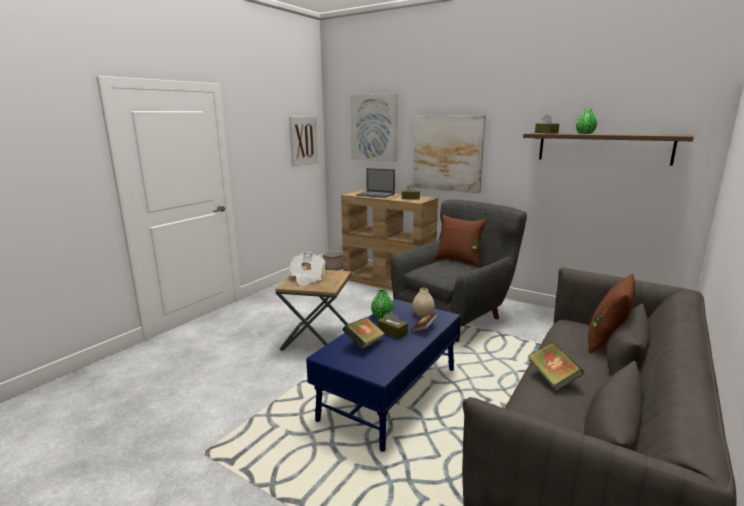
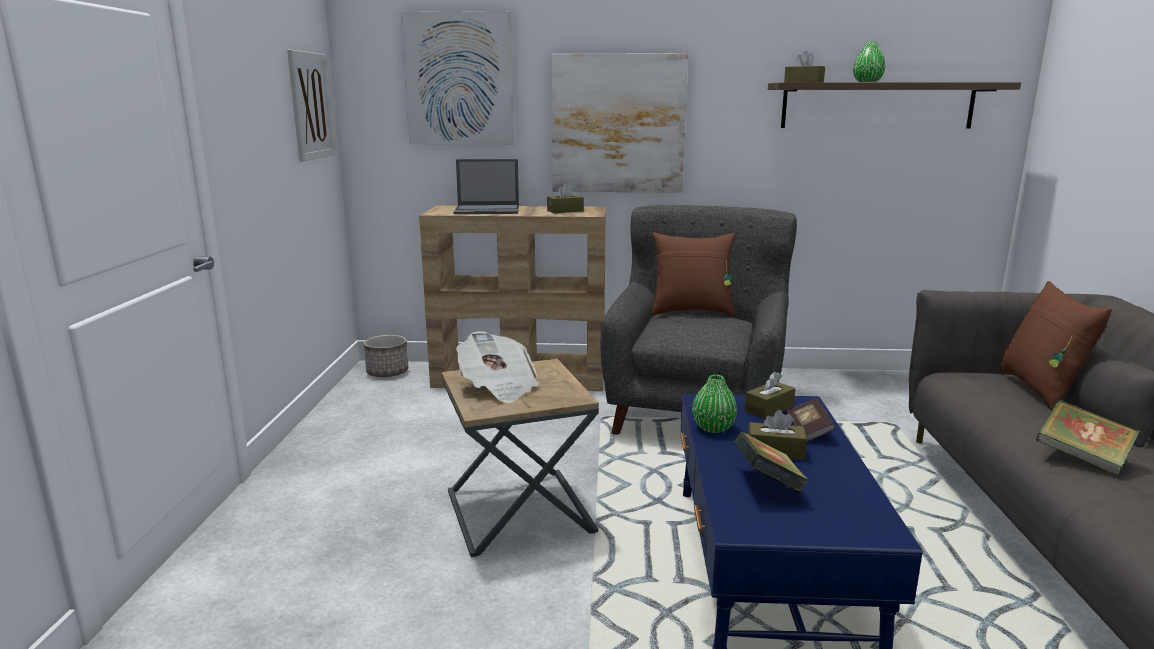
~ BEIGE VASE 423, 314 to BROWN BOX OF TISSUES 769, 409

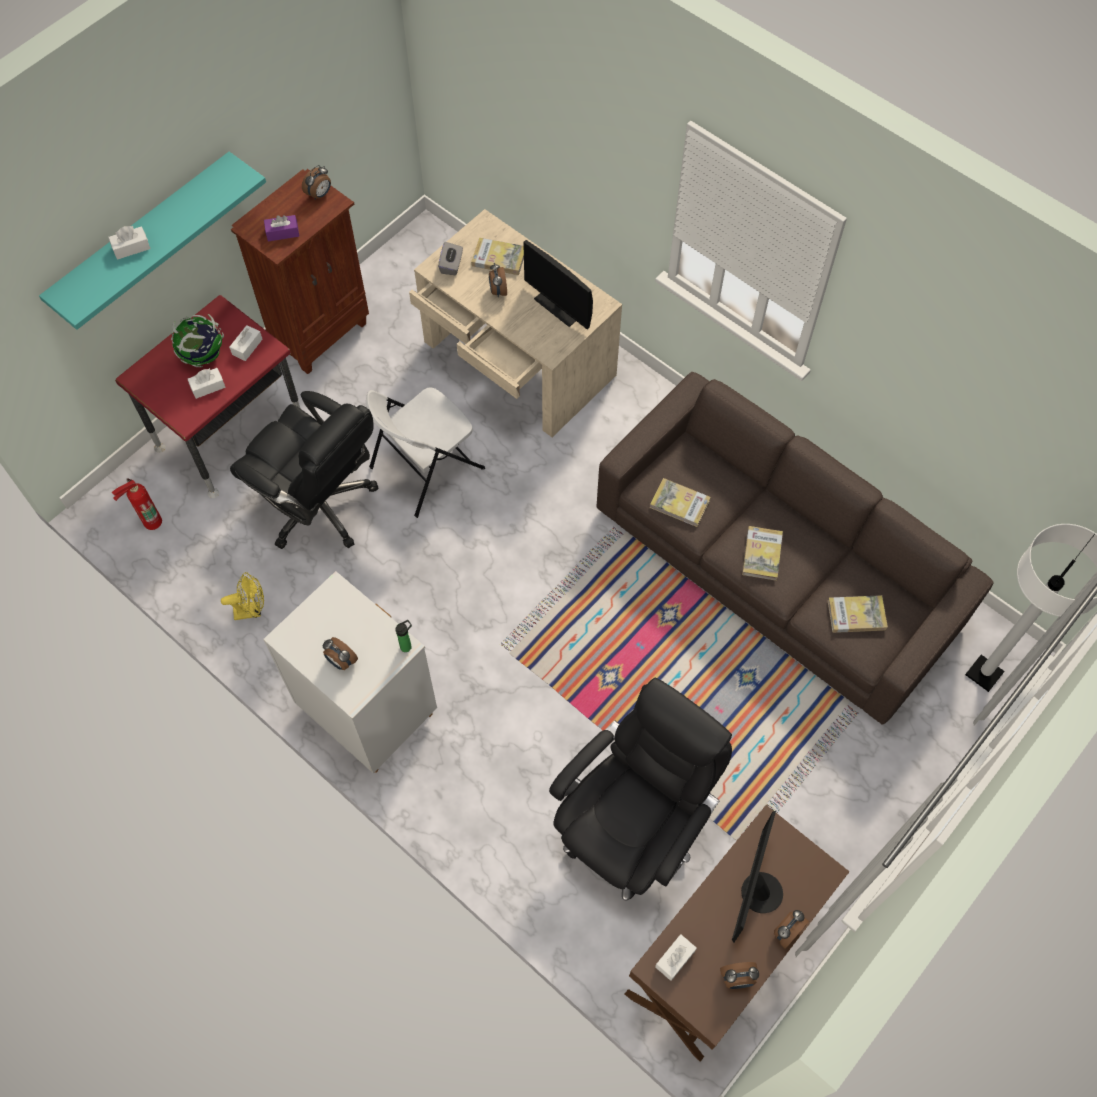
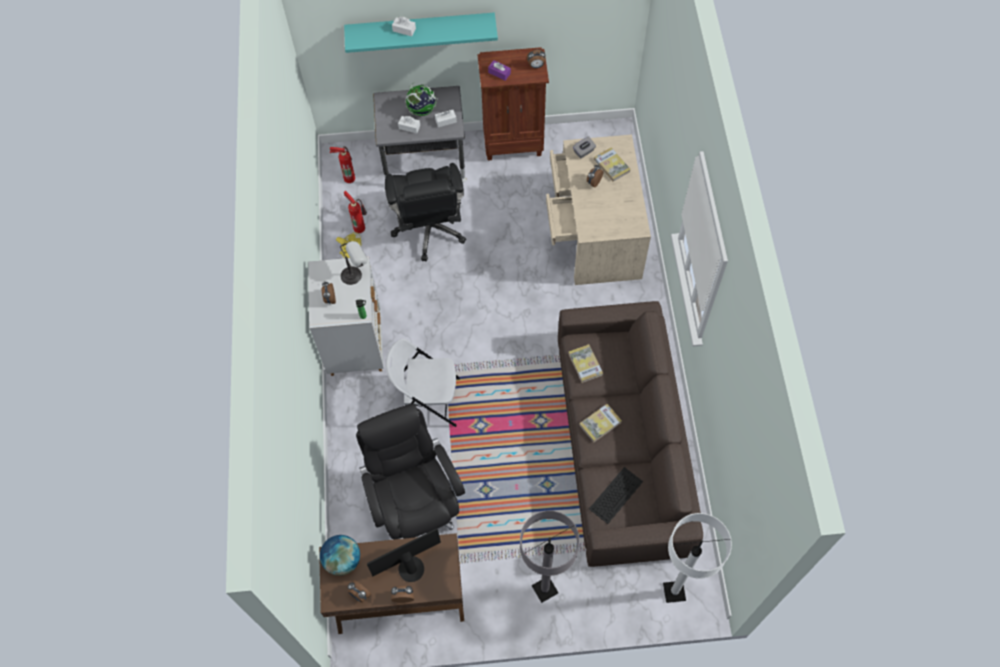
- COMPUTER SCREEN 559, 306
~ RED DESK 230, 431 to GRAY DESK 424, 161
~ WHITISH UPRIGHT CHAIR 426, 467 to 427, 400
~ BOOK 856, 615 to COMPUTER KEYBOARD 616, 494
~ BLACK DESK CHAIR 631, 830 = 416, 504 105 degrees counterclockwise
~ WHITISH BOX OF TISSUES 675, 959 to GLOBE 343, 560
+ EXTINGUISHER 359, 227
+ TABLETOP LAMP 355, 273
+ GRAY FLOOR LAMP 545, 589

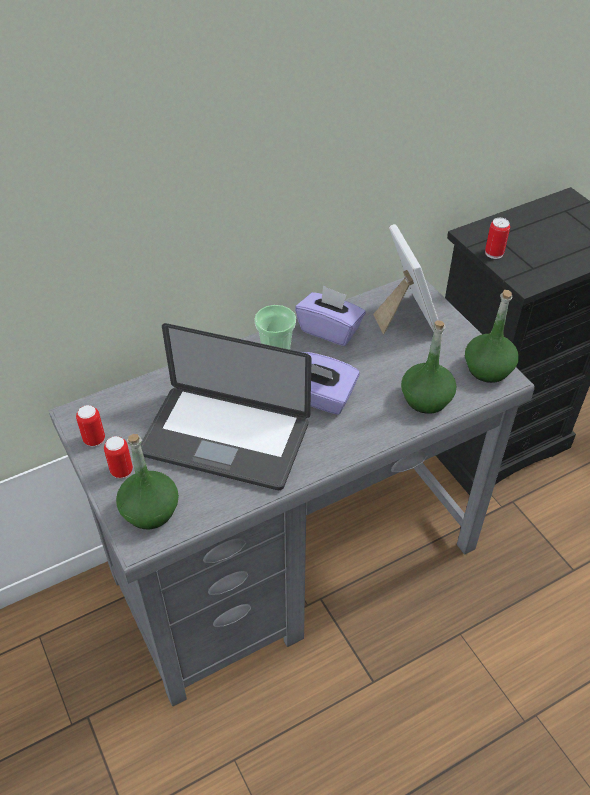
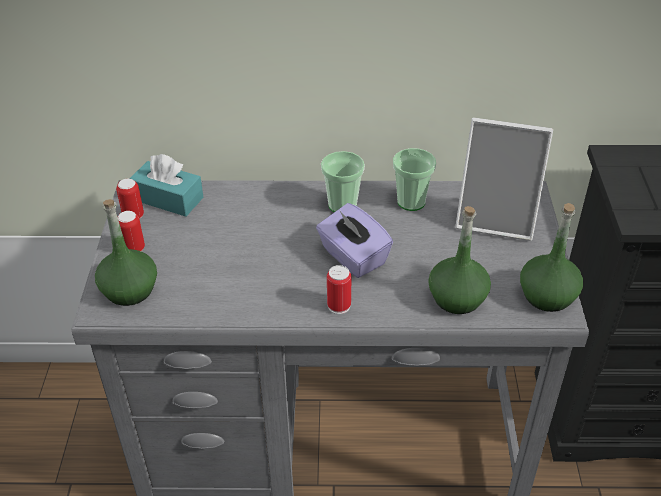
~ CAN 494, 253 to 339, 305
~ PICTURE FRAME 406, 319 = 497, 218 90 degrees clockwise
~ PURPLE BOX OF TISSUES 330, 330 to CUP 411, 202
- PORTABLE COMPUTER 225, 439
+ TURQUOISE-COLOURED BOX OF TISSUES 168, 199

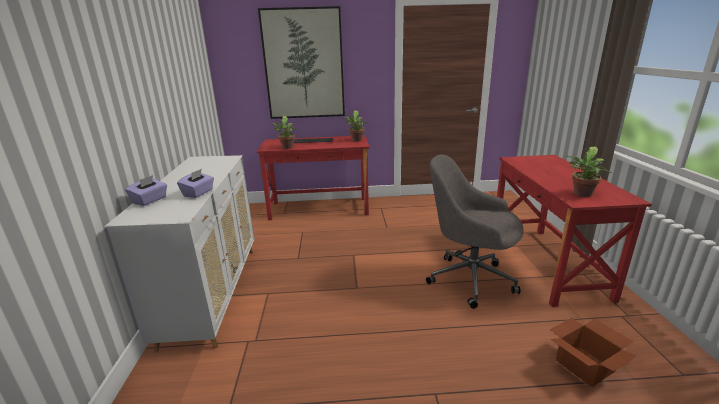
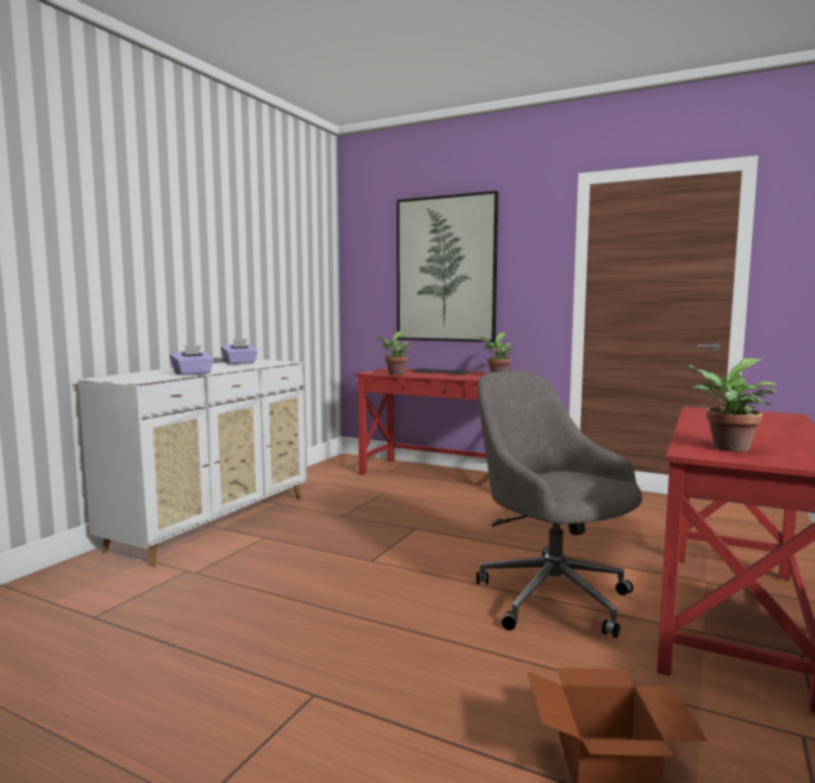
~ PURPLE BOX OF TISSUES 150, 200 to 240, 363

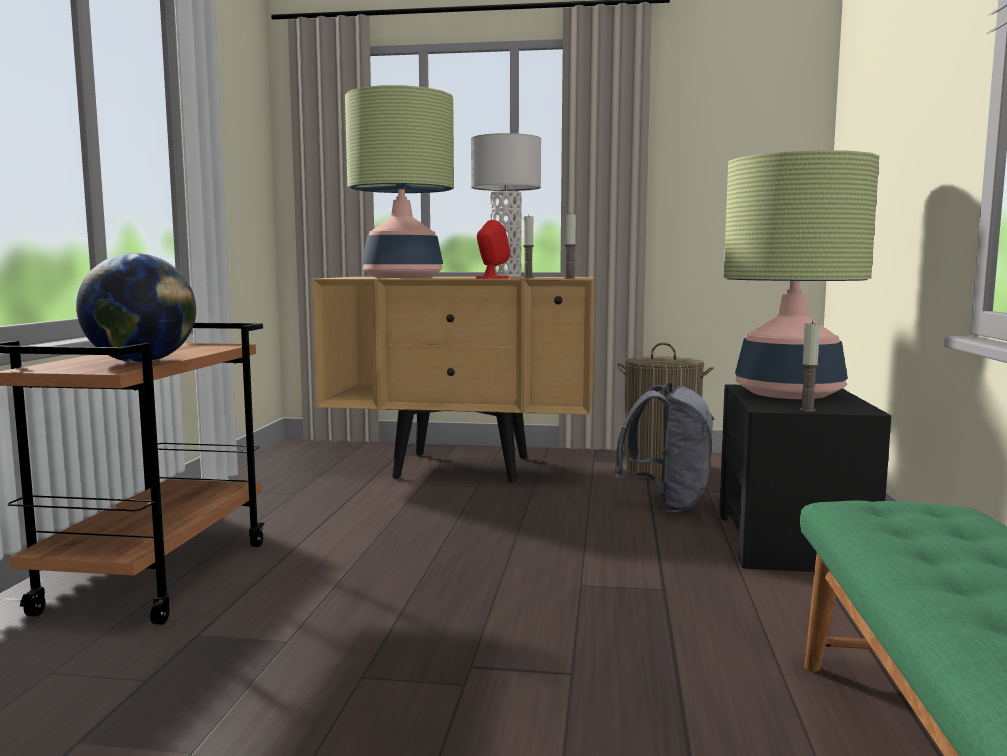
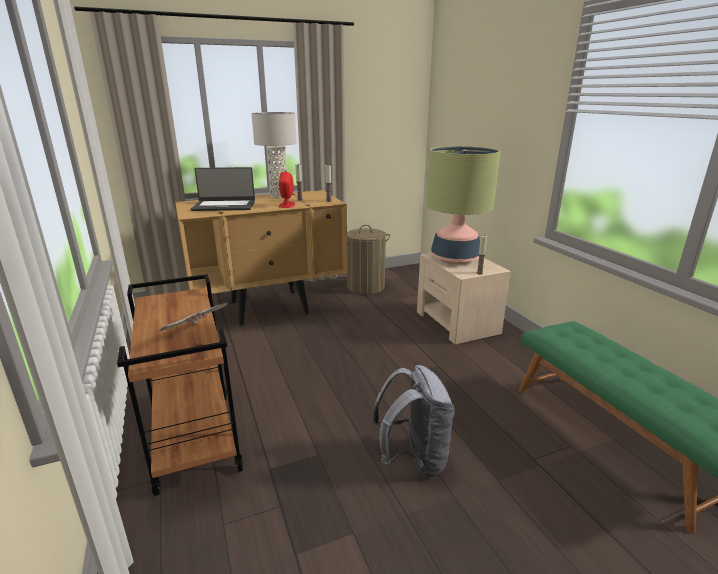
~ TABLETOP LAMP 403, 277 to PORTABLE COMPUTER 224, 206
~ GLOBE 140, 362 to PRINTED PAPER 196, 334
~ GRAY BACKPACK 667, 504 to 413, 459
~ BLACK BEDSIDE TABLE 791, 541 to BEIGE BEDSIDE TABLE 457, 322

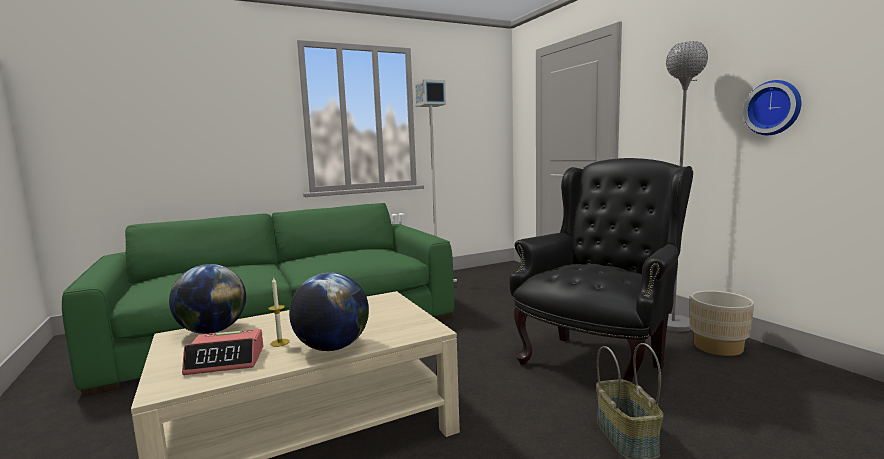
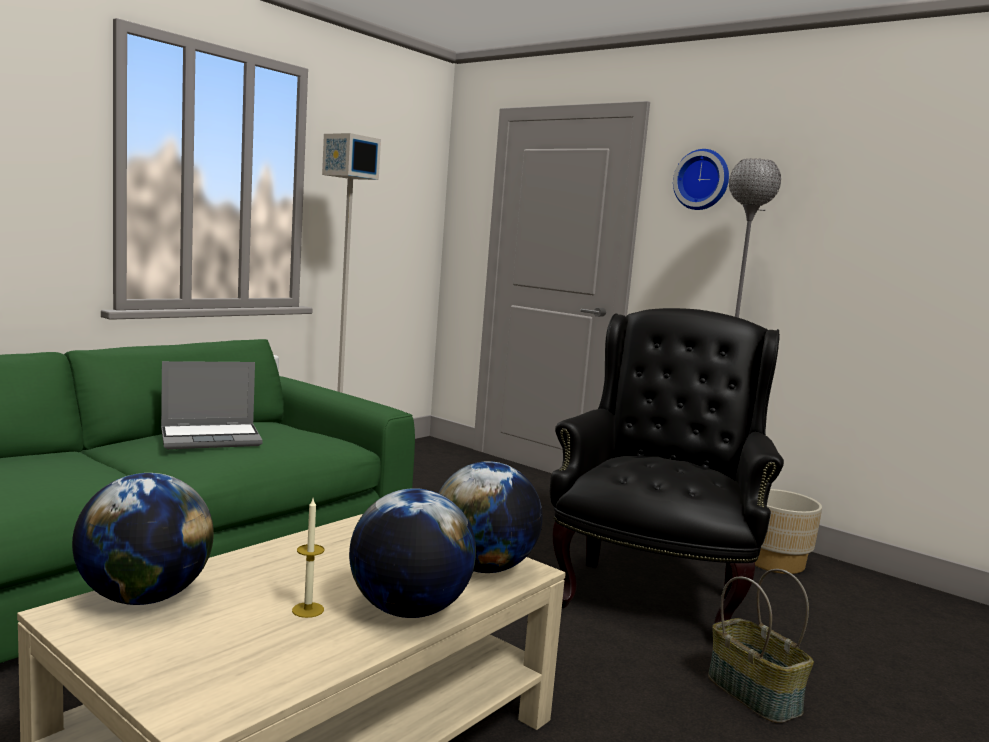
~ HANGING CLOCK 773, 108 to 702, 180
- ALARM CLOCK 226, 361
+ PORTABLE COMPUTER 212, 438
+ GLOBE 483, 568

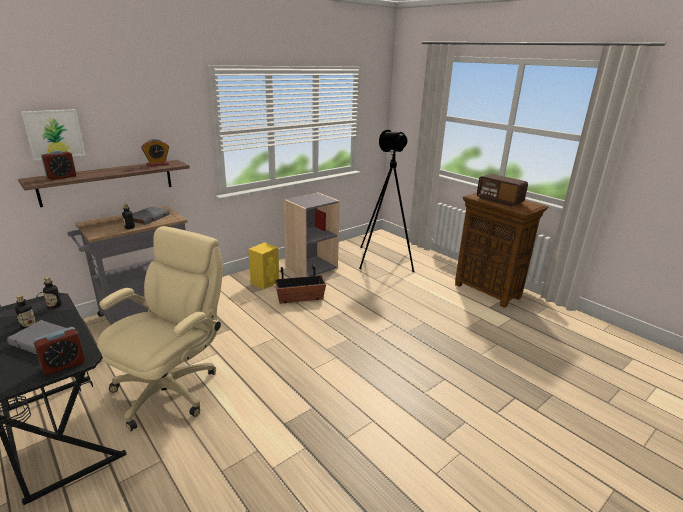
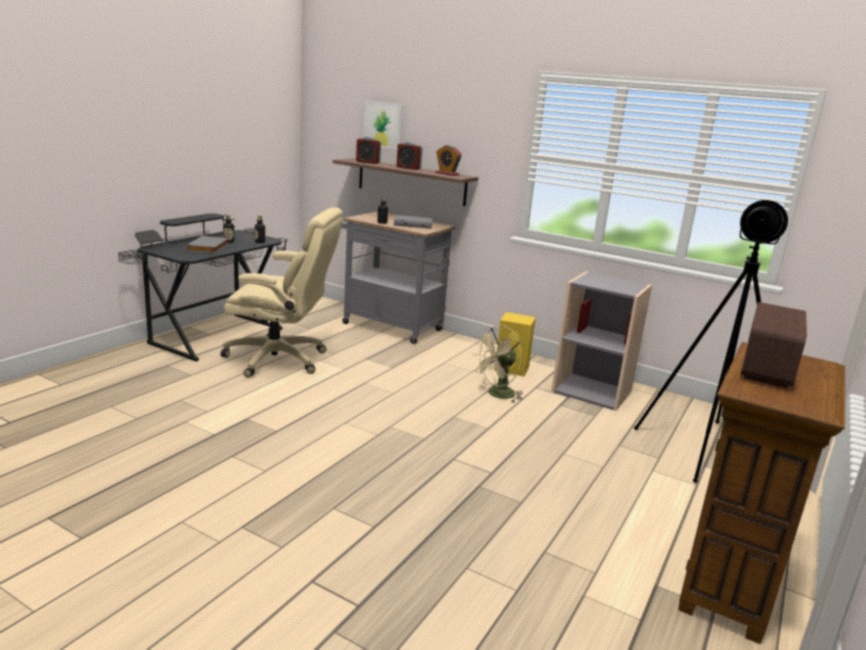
~ PLANT POT 300, 297 to BEIGE ELECTRIC FAN 496, 395
~ ALARM CLOCK 64, 365 to 408, 168

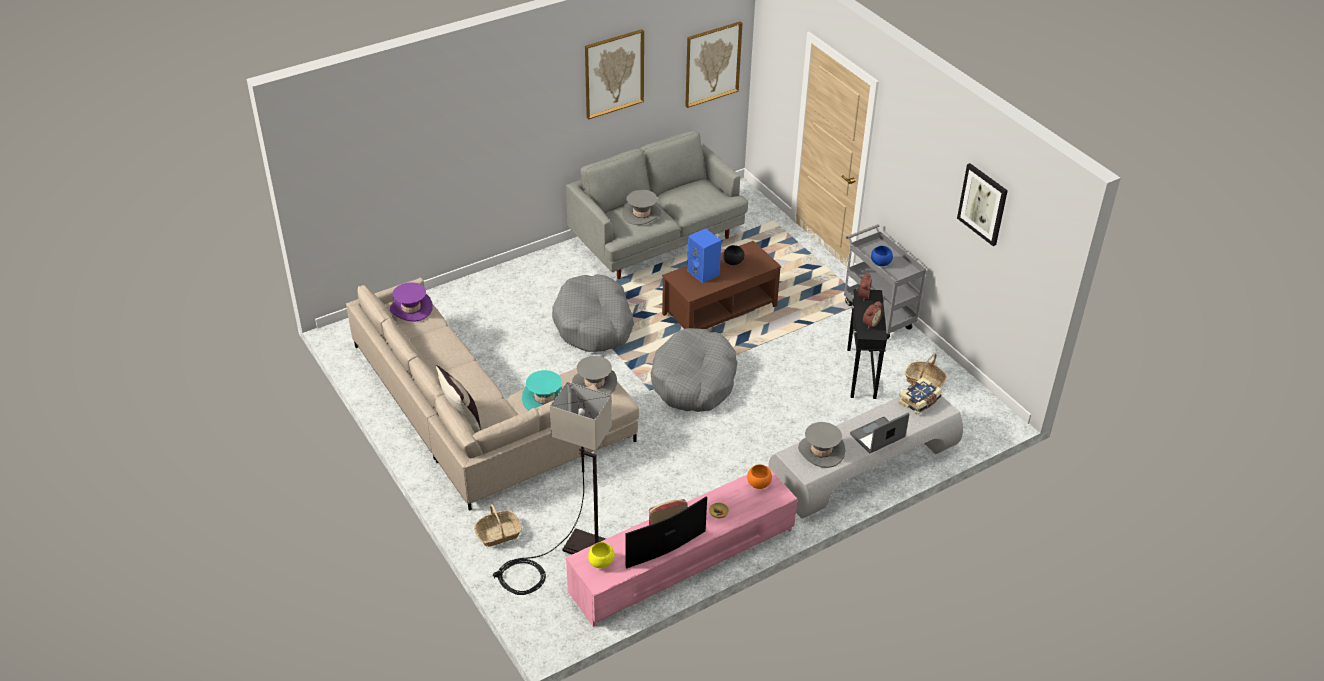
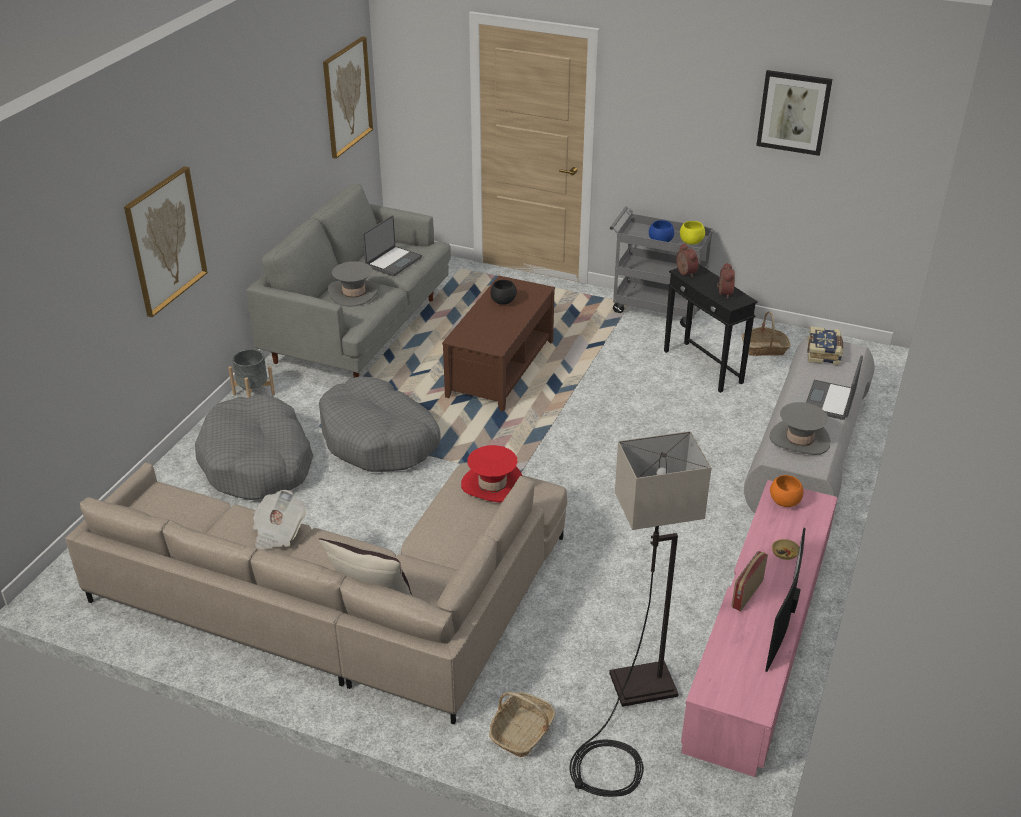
~ PICTURE 614, 73 to 165, 241
- BLUE-COLOURED SPEAKER 704, 273
- PURPLE WEARABLE HAT 411, 309
~ GRAY DOG CUSHION 694, 381 to 257, 462
~ GRAY WEARABLE HAT 594, 384 to RED WEARABLE HAT 492, 485
- TURQUOISE-COLOURED WEARABLE HAT 544, 398
~ YELLOW DEEP DISH 601, 563 to 691, 242
+ PORTABLE COMPUTER 393, 262
+ GRAY PLANT POT 253, 394
+ PRINTED PAPER 278, 532

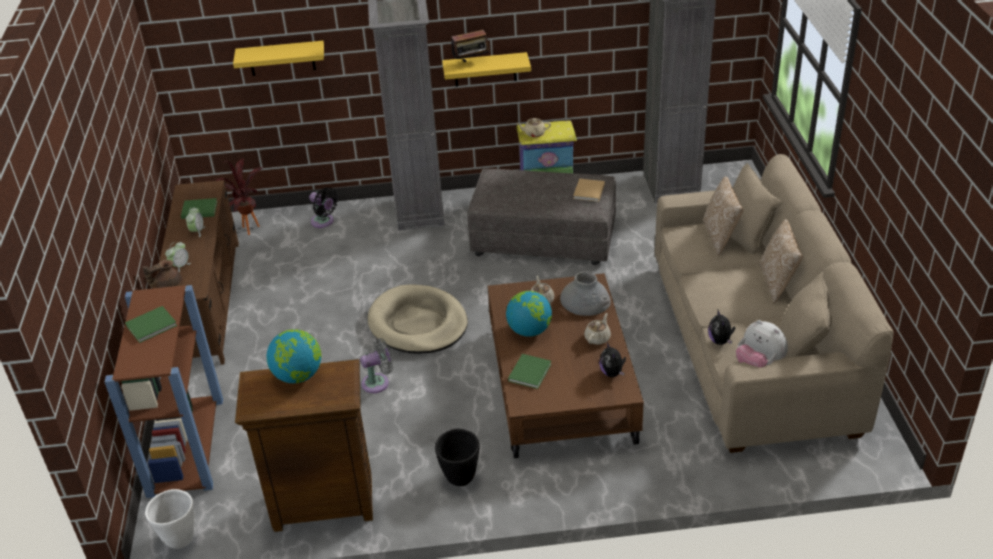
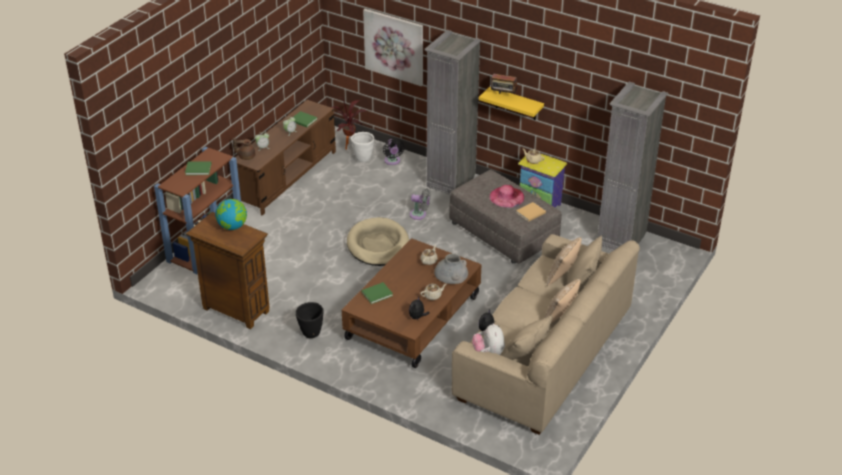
~ YELLOW SHELF 282, 58 to PICTURE 394, 46
- GLOBE 529, 330
~ GRAY ELECTRIC FAN 378, 382 to 419, 215
~ WHITISH PLANT POT 179, 538 to 363, 158
+ PINKISH WEARABLE HAT 507, 197

